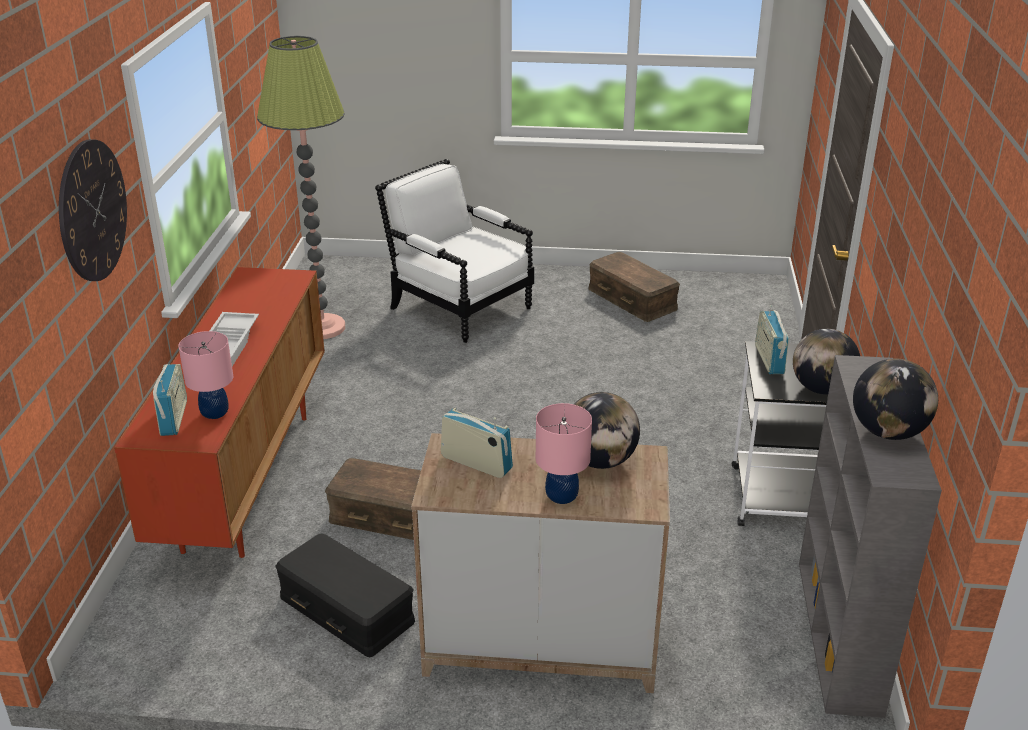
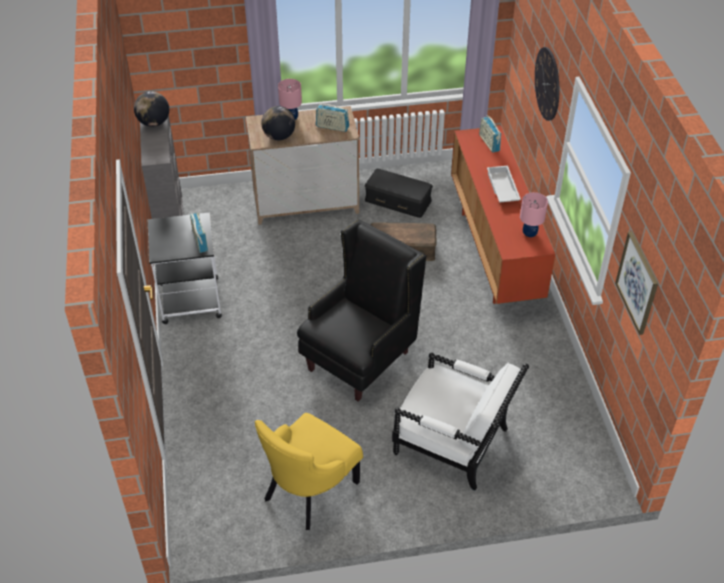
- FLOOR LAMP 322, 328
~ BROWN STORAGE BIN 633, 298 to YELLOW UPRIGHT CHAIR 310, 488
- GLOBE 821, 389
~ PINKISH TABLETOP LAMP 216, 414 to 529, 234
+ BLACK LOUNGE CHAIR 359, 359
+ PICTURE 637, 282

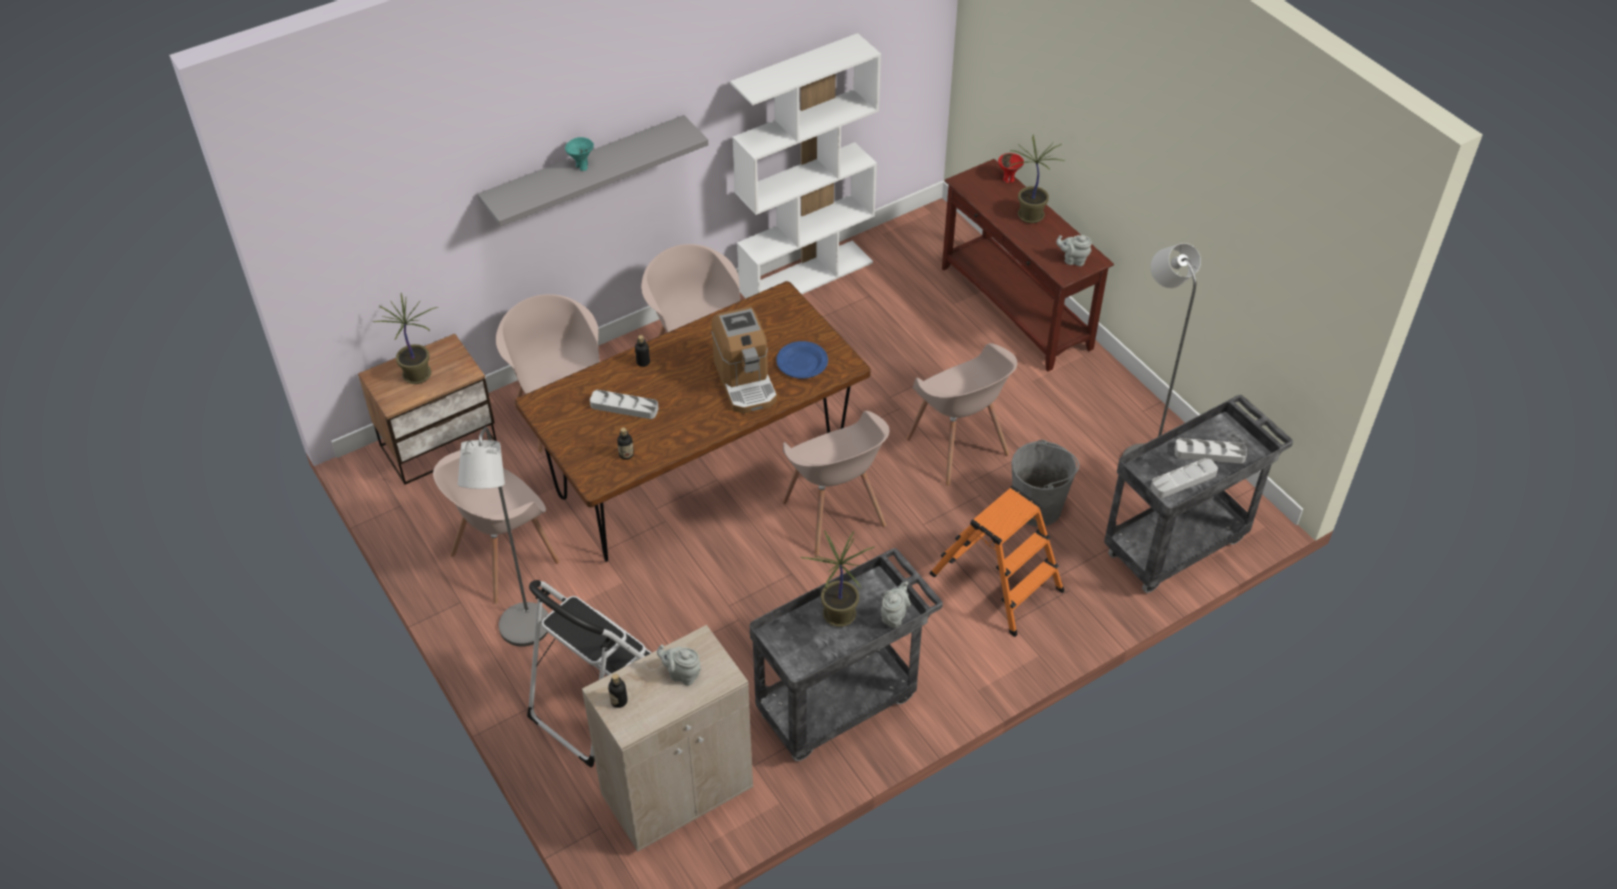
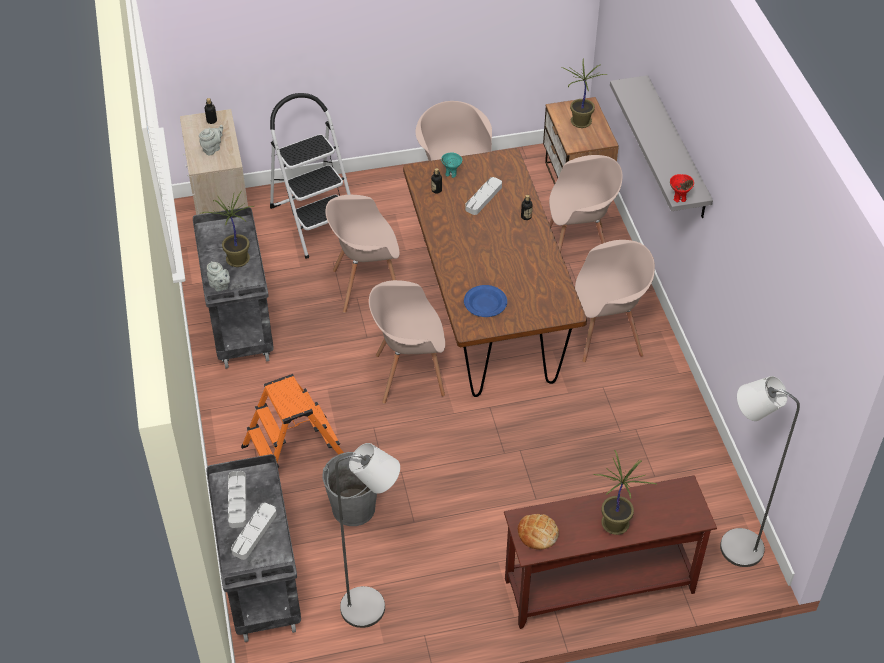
- WHITISH BOOKSHELF 806, 276
~ TURQUOISE-COLOURED DEEP DISH 582, 166 to 451, 174
~ RED DEEP DISH 1008, 179 to 679, 199
~ GRAY POT FOR TEA 1073, 260 to BREAD 537, 534
- COFFEE MAKER 745, 381
~ BEIGE UPRIGHT CHAIR 957, 448 to 365, 287
~ GRAY FLOOR LAMP 523, 634 to 733, 545

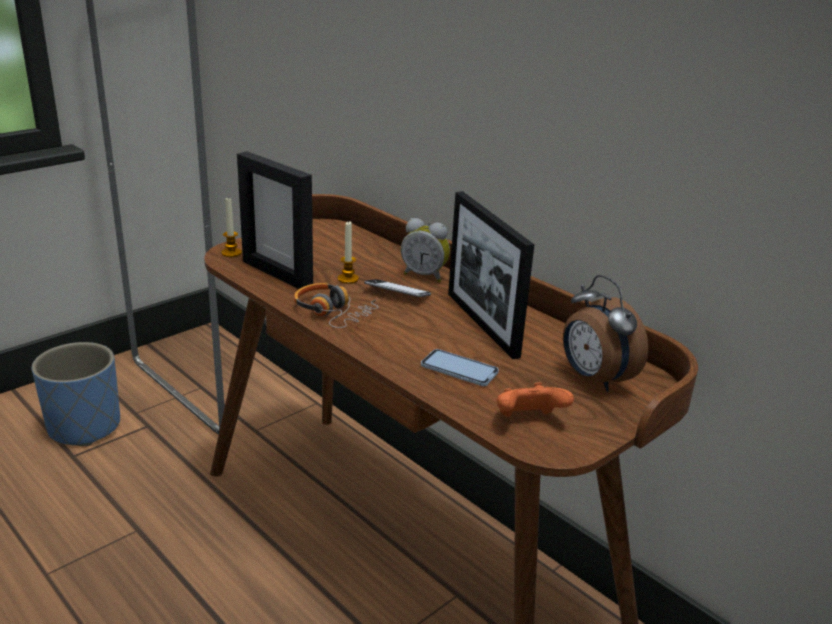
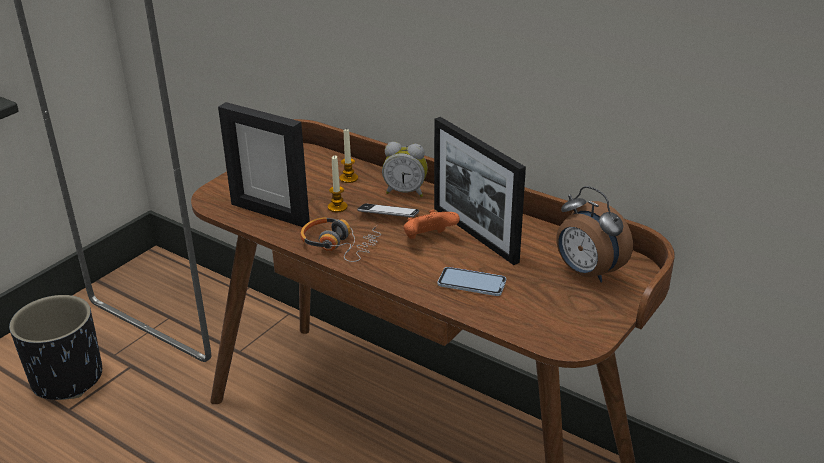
~ WAX CANDLE 231, 253 to 348, 178
~ BLUE-COLOURED PLANT POT 84, 427 to BLACK PLANT POT 67, 378
~ ORANGE GAMEPAD 528, 420 to 428, 239

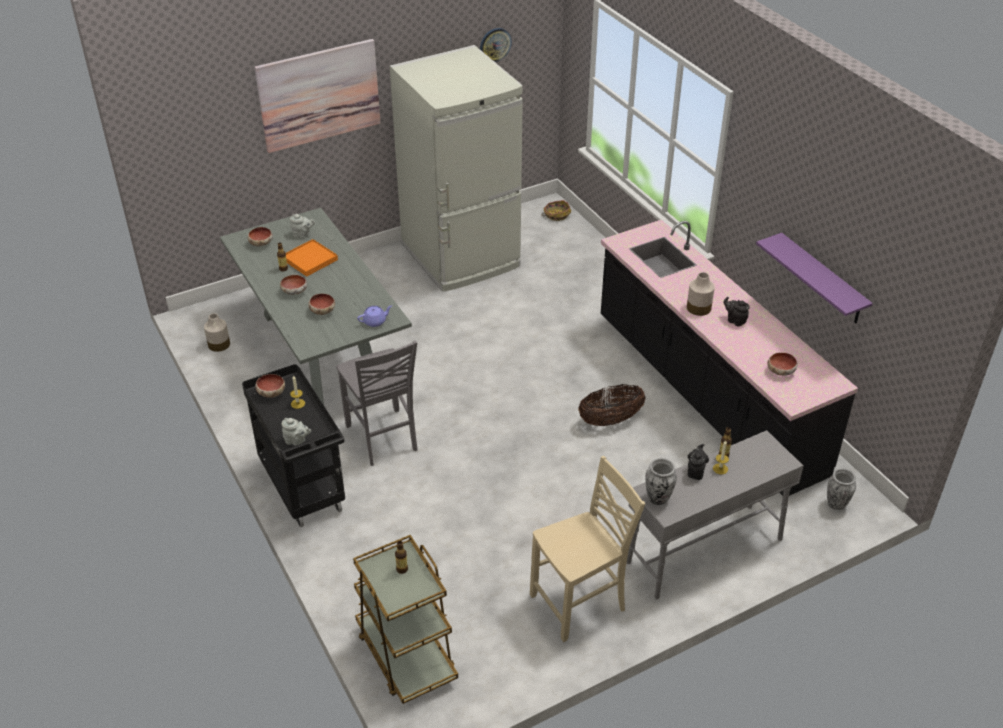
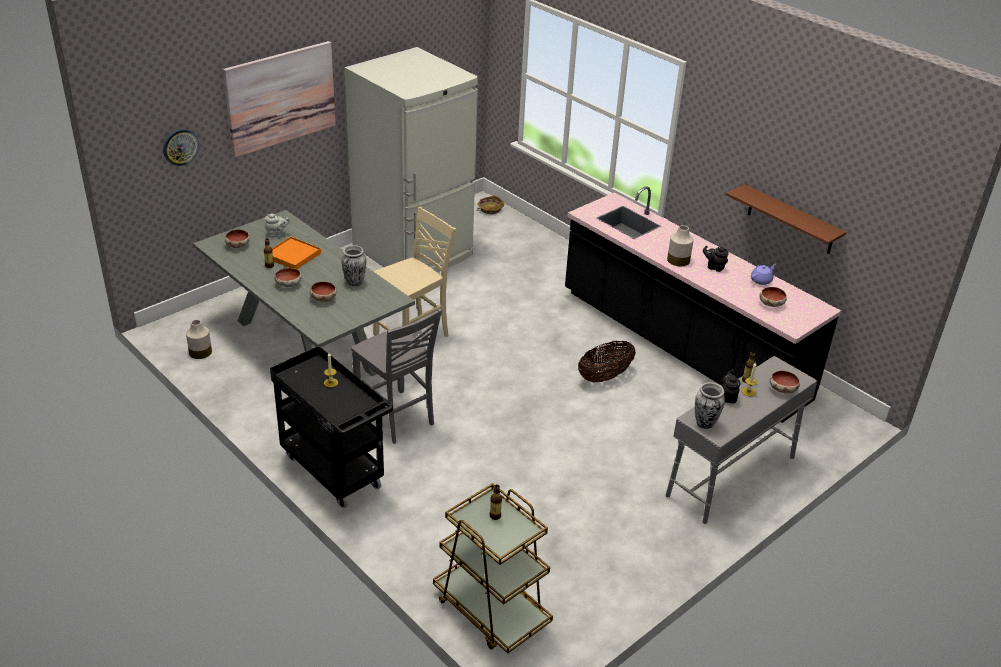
~ HANGING CLOCK 495, 44 to 180, 147
~ PURPLE SHELF 822, 279 to BROWN SHELF 790, 220
~ PURPLE POT FOR TEA 375, 321 to 761, 280
~ DEEP DISH 271, 393 to 782, 389
- GRAY POT FOR TEA 297, 441
~ BEIGE UPRIGHT CHAIR 580, 604 to 413, 336
~ VASE 836, 504 to 354, 282

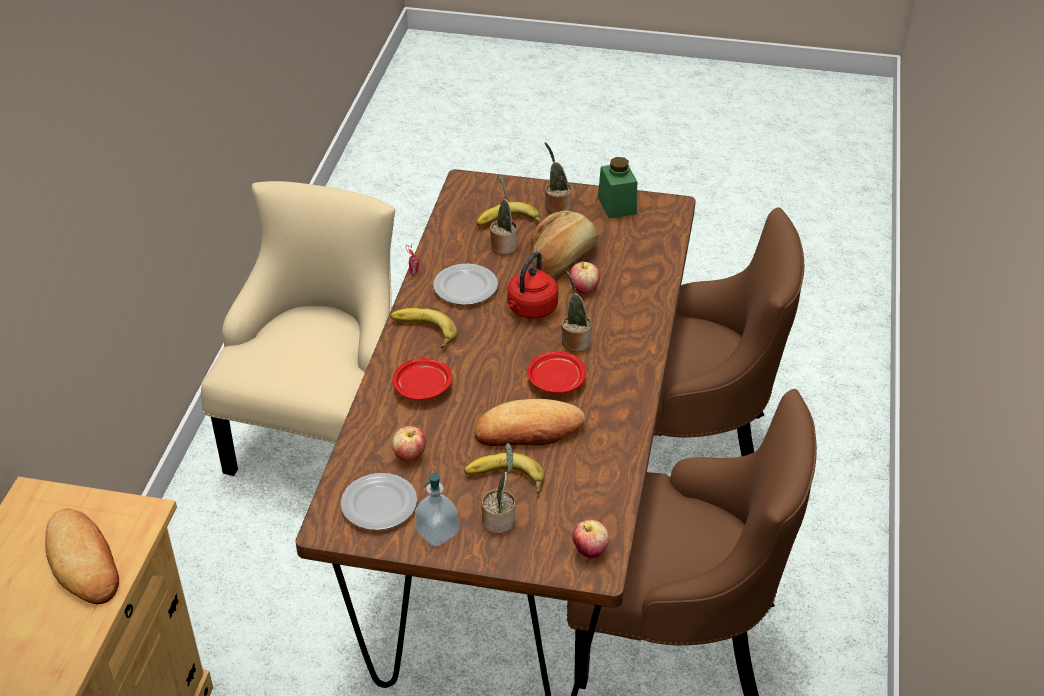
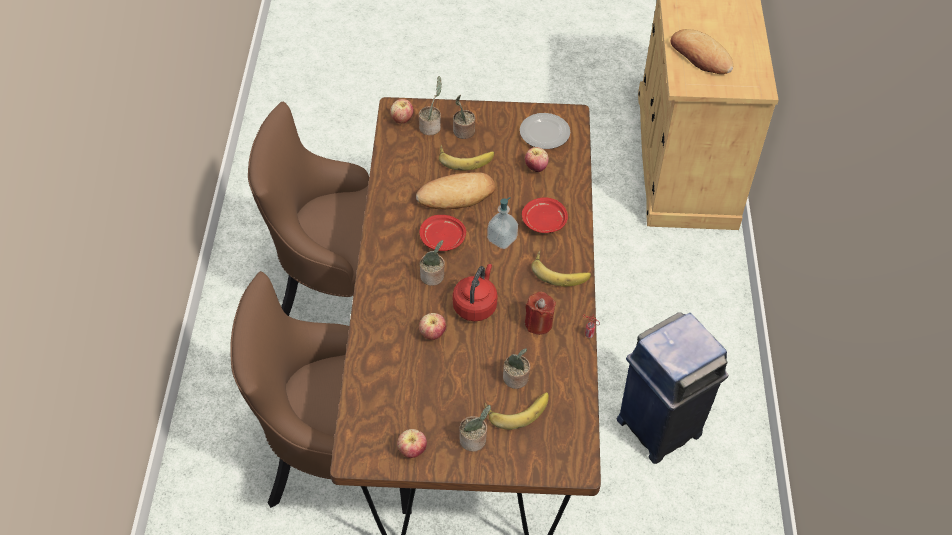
~ GREEN-COLOURED STORAGE JAR 617, 205 to APPLE FRUIT 412, 451
~ BEIGE UPRIGHT CHAIR 320, 438 to BLUE-COLOURED TRASH CAN 660, 426
- BREAD 563, 257
~ FLAT DISH 465, 287 to RED WAX CANDLE 538, 323
~ SOAP DISPENSER 437, 533 to 502, 239
+ HOUSEPLANT 431, 127

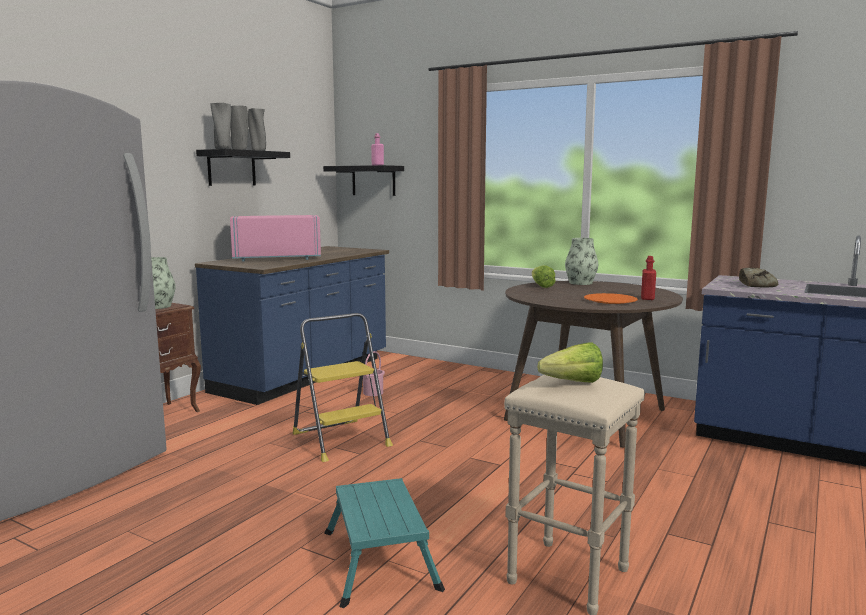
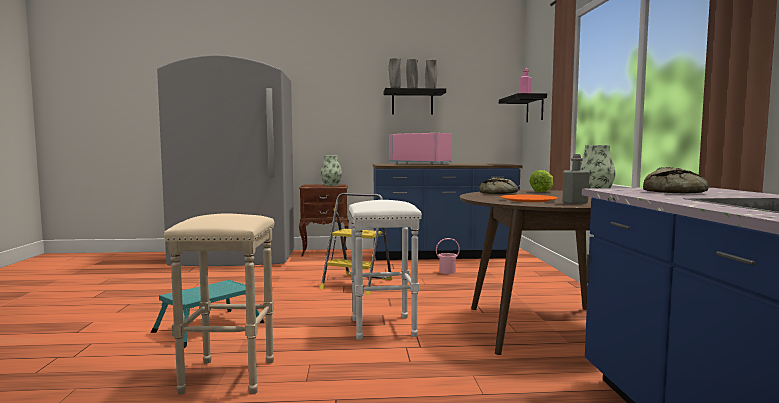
~ RED BOTTLE 647, 298 to GRAY BOTTLE 575, 203
- LETTUCE HEAD 567, 383
+ BREAD 499, 193
+ WHITISH STOOL SEAT 381, 327

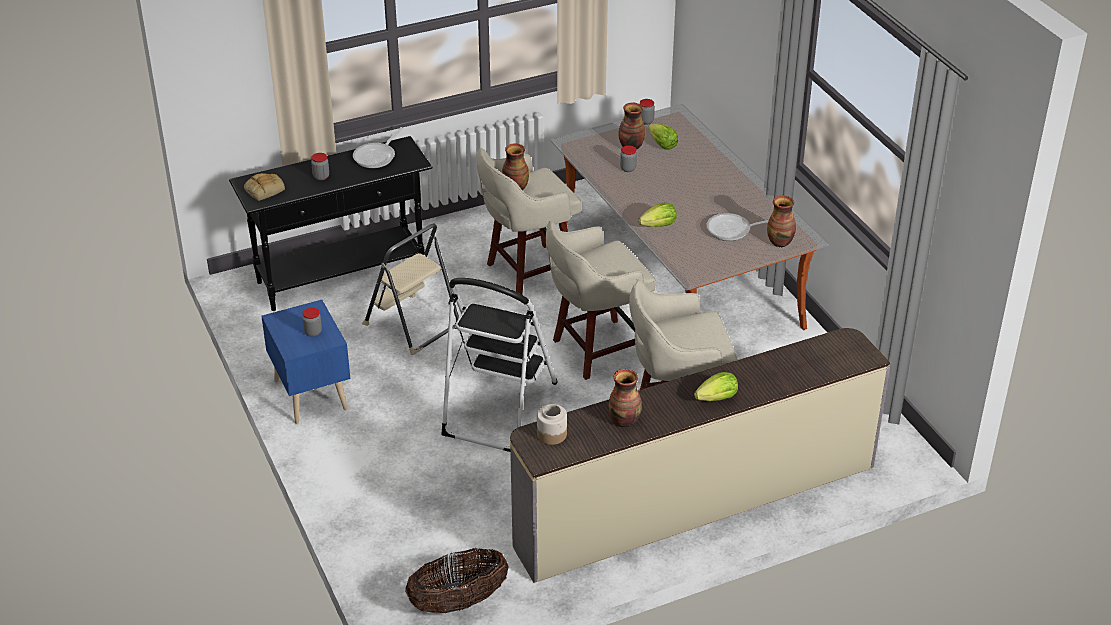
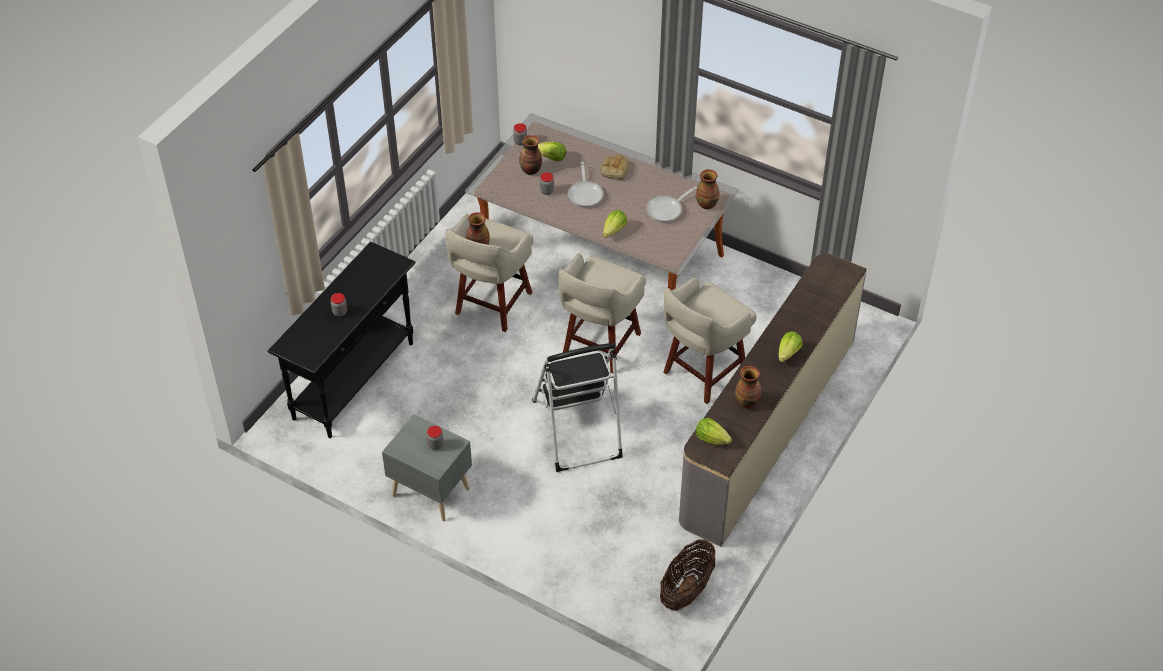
~ FRYING PAN 377, 156 to 585, 193
~ BREAD 264, 189 to 614, 169
- BEIGE STEP STOOL 414, 326
~ BLUE-COLOURED BEDSIDE TABLE 312, 394 to GRAY BEDSIDE TABLE 430, 490
~ STORAGE JAR 552, 434 to LETTUCE HEAD 711, 438

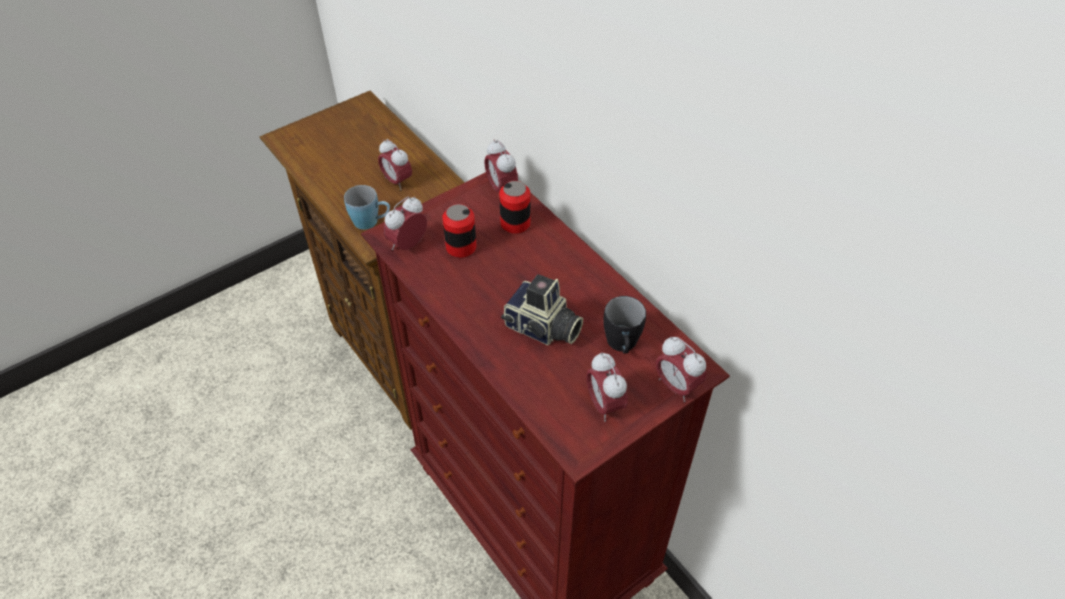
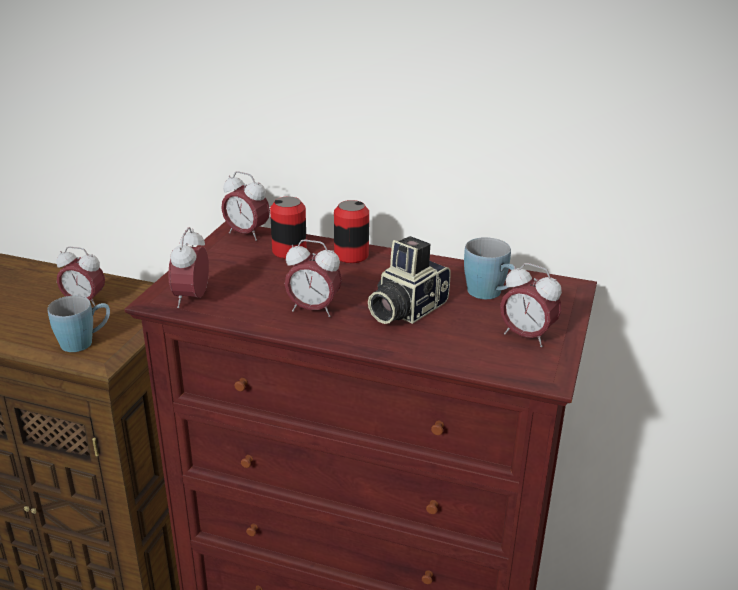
~ CAN 461, 247 to 351, 255
~ PHOTO CAMERA 542, 329 = 405, 309 135 degrees clockwise
~ BLACK TEA MUG 622, 346 to BLUE-COLOURED TEA MUG 490, 294
~ ALARM CLOCK 676, 386 to 313, 310

